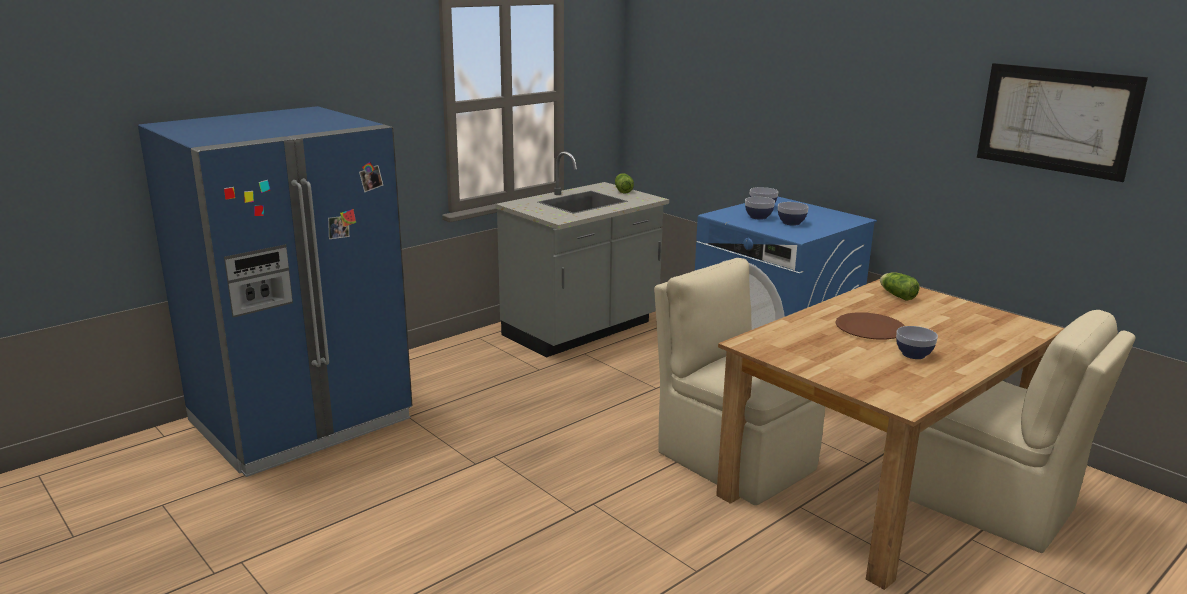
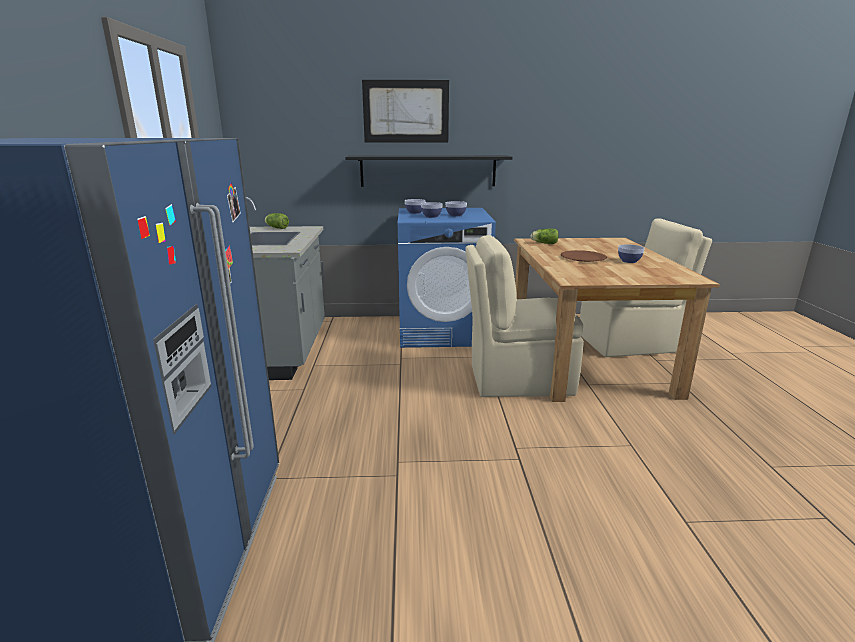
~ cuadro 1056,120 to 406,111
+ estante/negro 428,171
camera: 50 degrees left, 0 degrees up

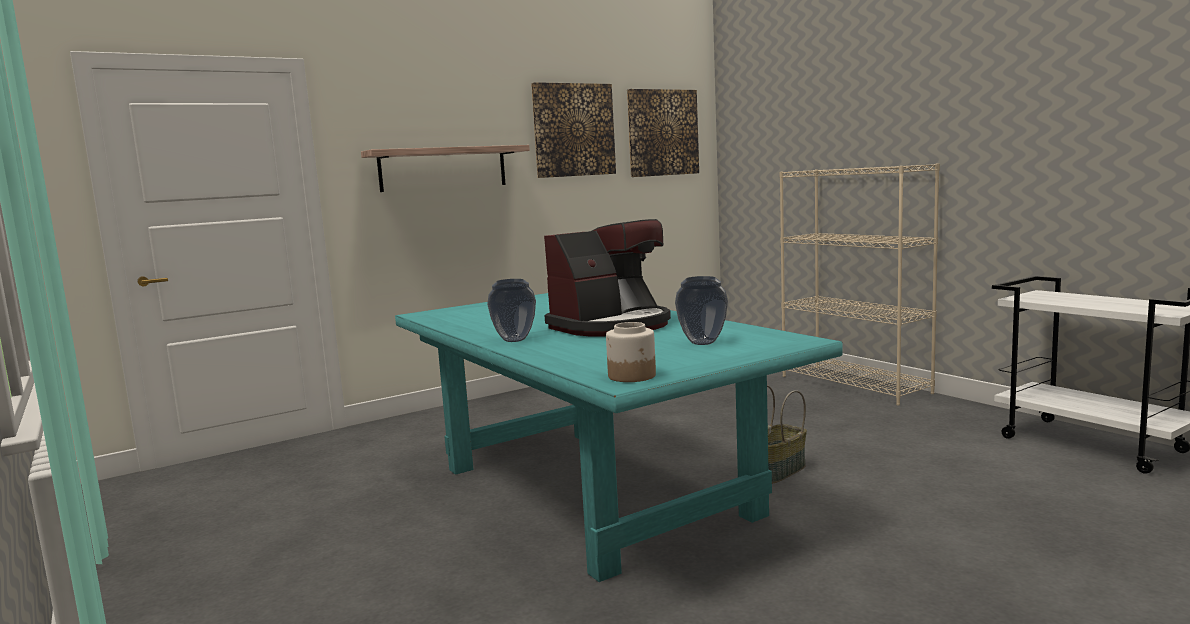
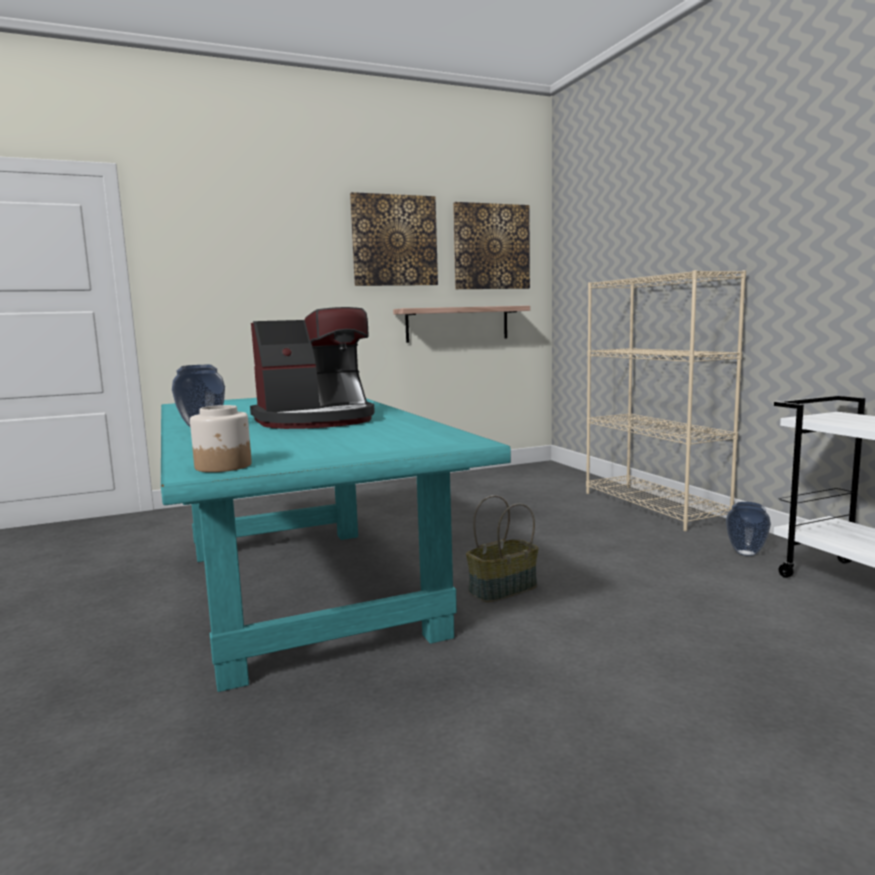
~ estante 443,168 to 457,324
~ florero 701,342 to 745,553
camera: 10 degrees right, 0 degrees up

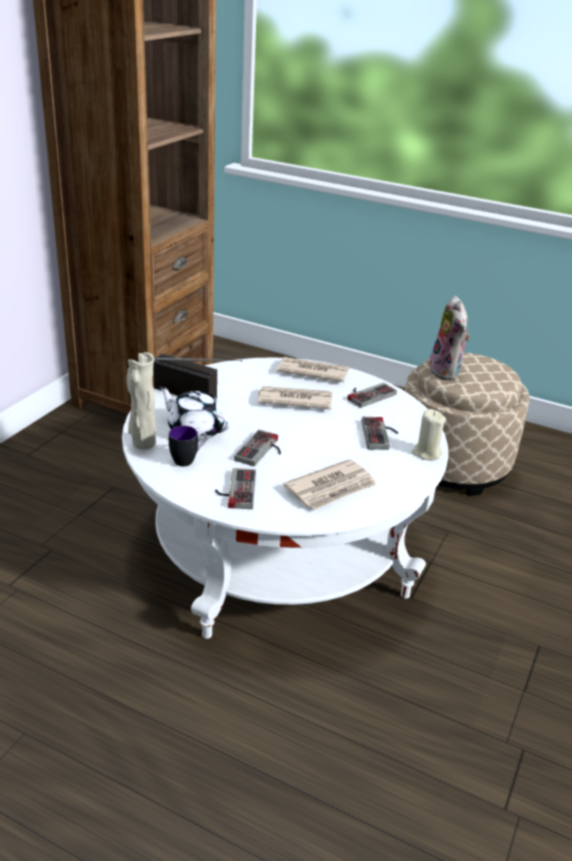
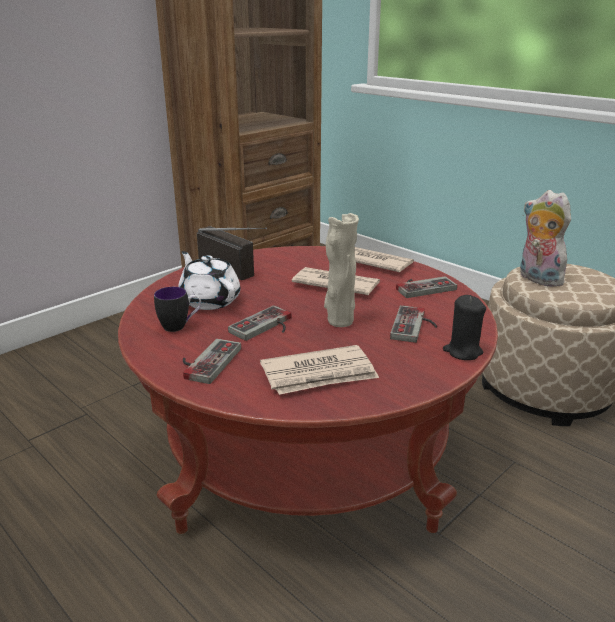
~ mesa de centro/blanco 278,548 to mesa de centro/rojo 307,448
~ florero/beis 143,444 to 339,321
~ vela/beis 426,453 to vela/negro 462,351
~ peluche 447,372 = 537,279 135 degrees clockwise
camera: 20 degrees right, 5 degrees down

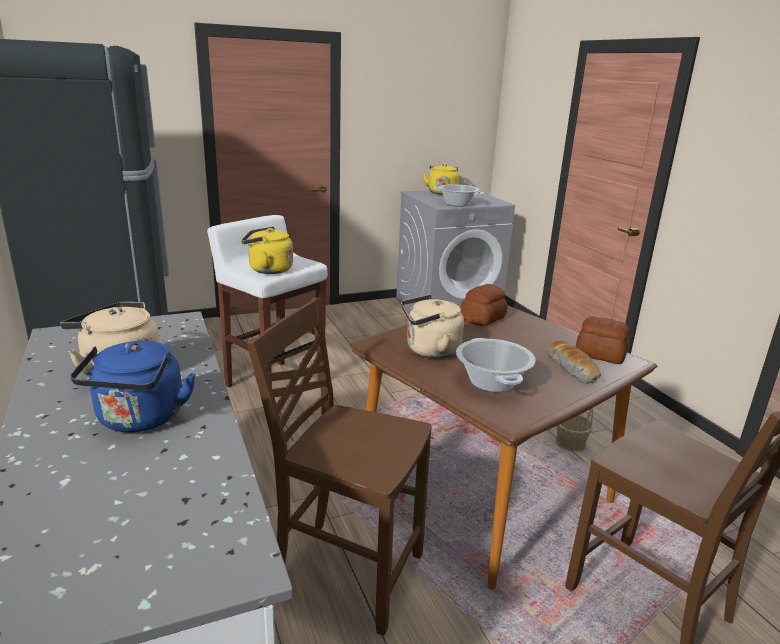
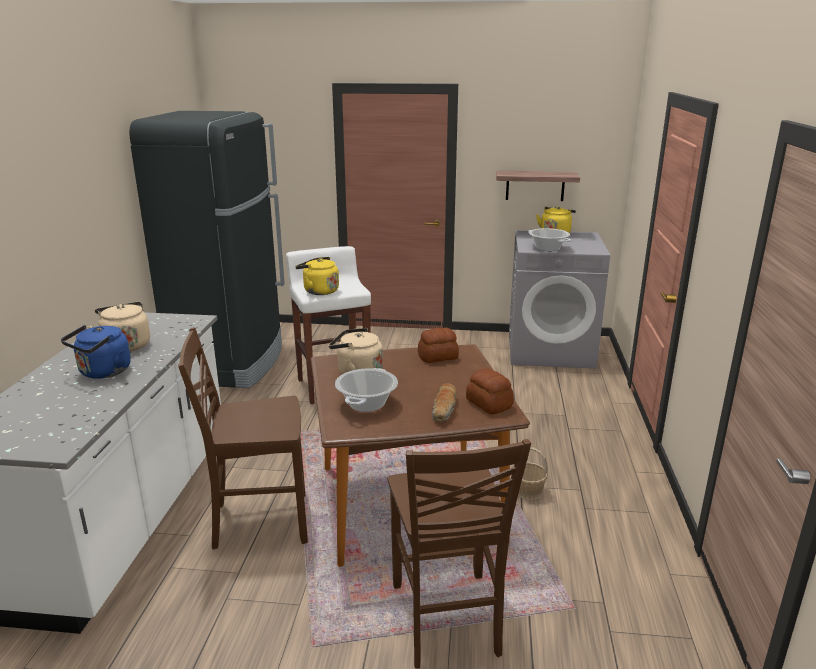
~ silla/marrón 346,570 = 258,521 60 degrees counterclockwise
+ estante 535,185
camera: 30 degrees right, 0 degrees up

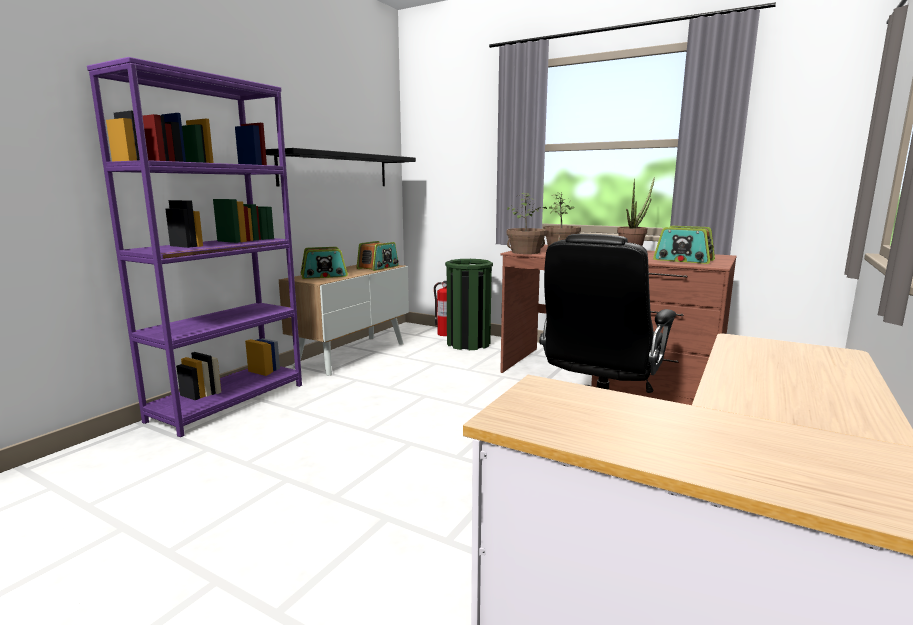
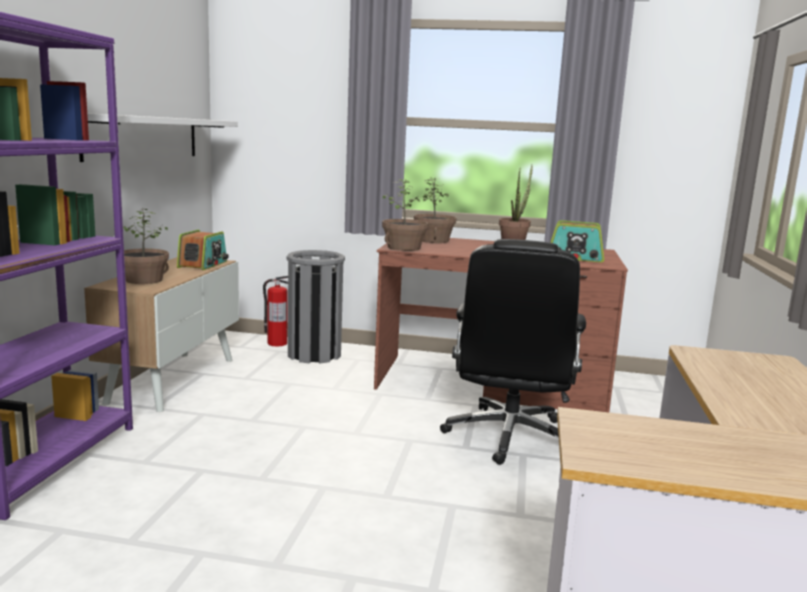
~ estante/negro 336,170 to estante/blanco 144,137
~ radio 324,276 to planta en maceta 144,280
~ papelera/verde 468,343 to papelera/gris 314,354
camera: 20 degrees left, 0 degrees up

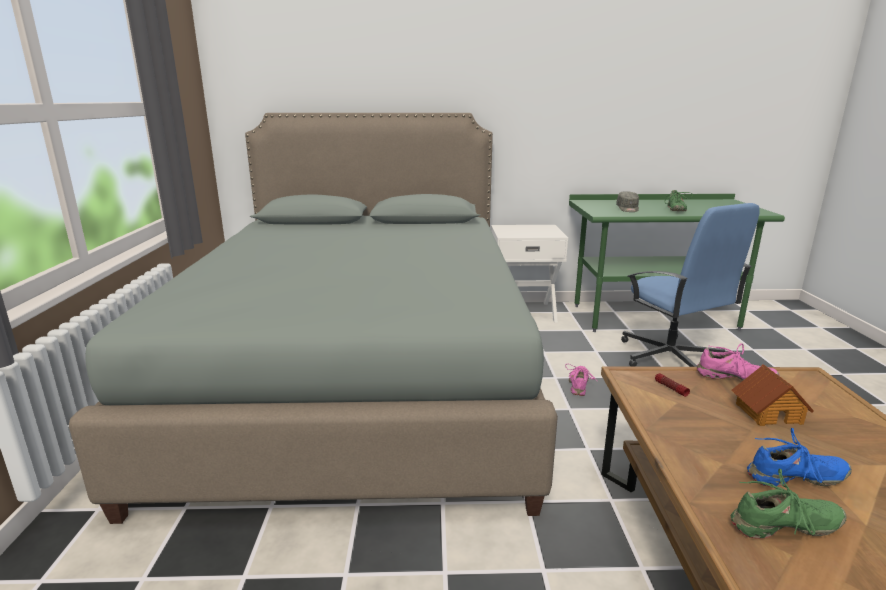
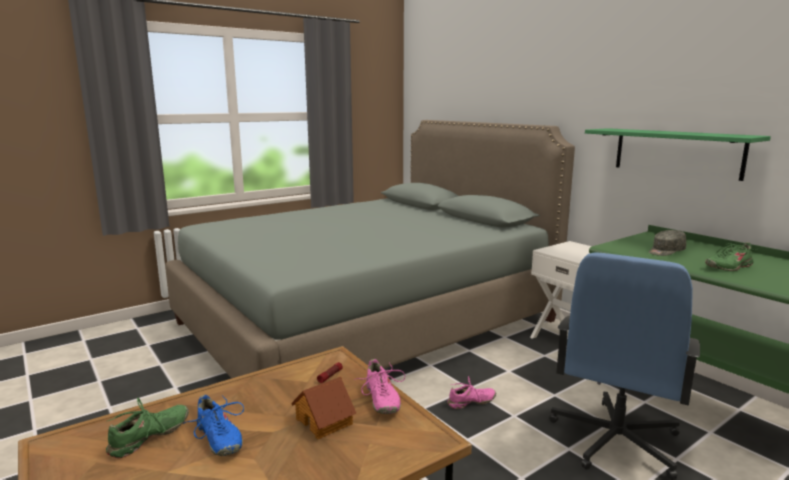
~ zapato/verde 785,526 = 150,437 105 degrees counterclockwise
+ estante/verde 677,152
camera: 55 degrees right, 5 degrees down

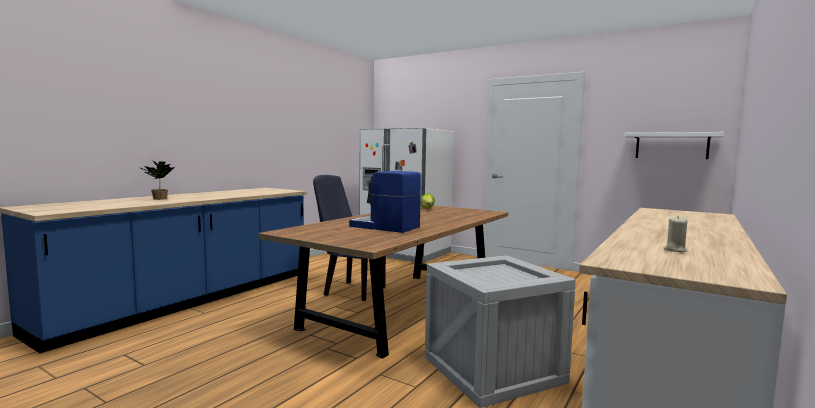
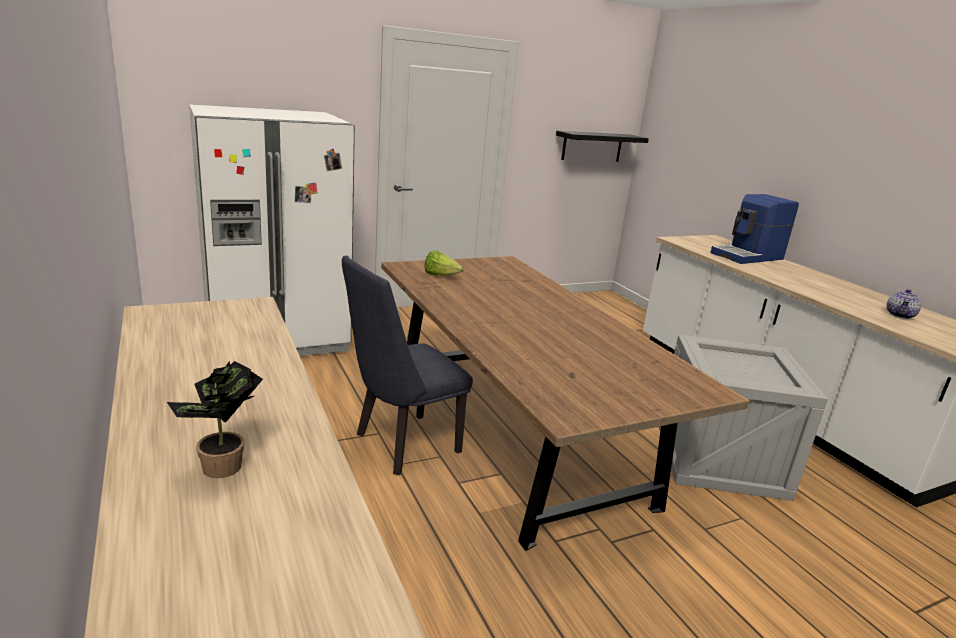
~ cafetera 385,227 to 748,256
~ estante/blanco 671,146 to estante/negro 592,146
~ vela/beis 674,250 to tetera 900,315
camera: 60 degrees left, 15 degrees up

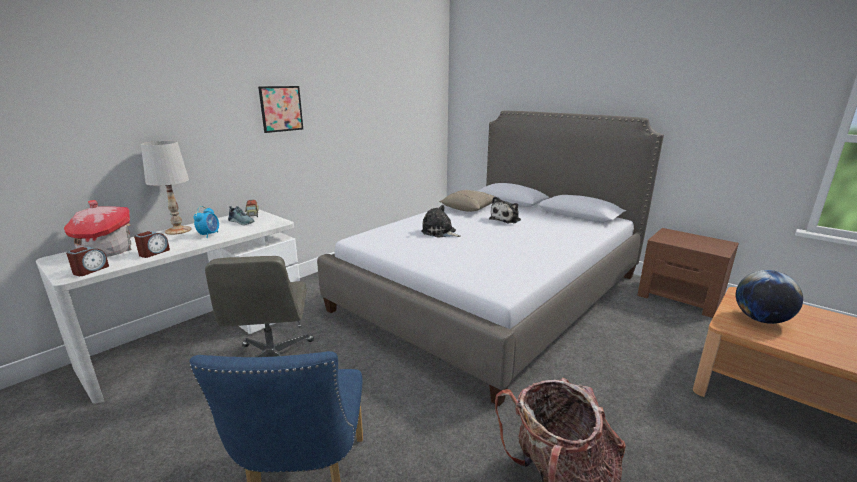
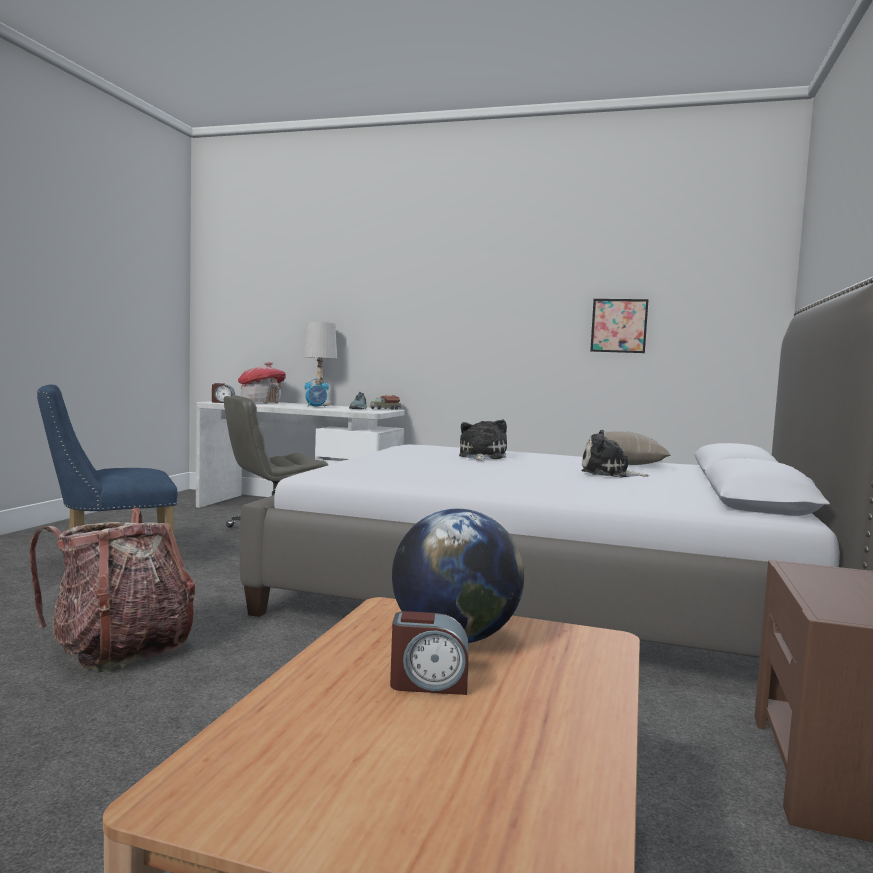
~ despertador 154,253 to 429,683
~ cuadro 281,109 to 619,325
camera: 65 degrees right, 15 degrees down

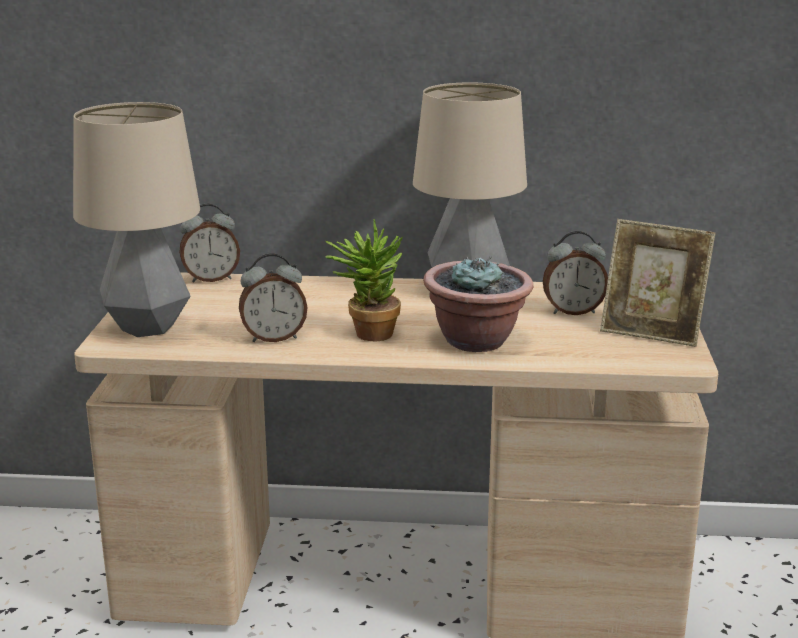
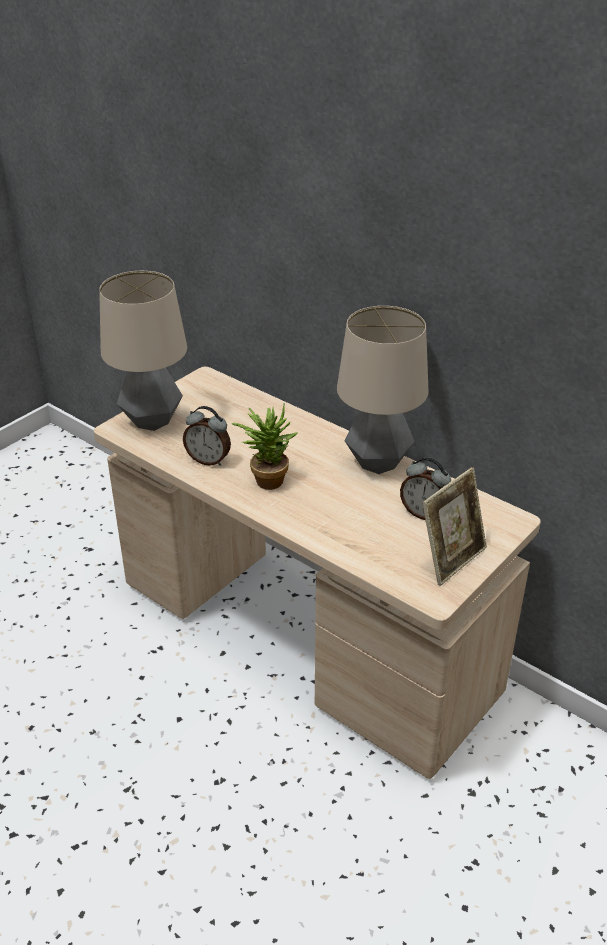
- despertador 211,279
- planta en maceta 476,341
~ portarretratos 652,333 = 451,559 105 degrees counterclockwise
camera: 35 degrees right, 15 degrees up

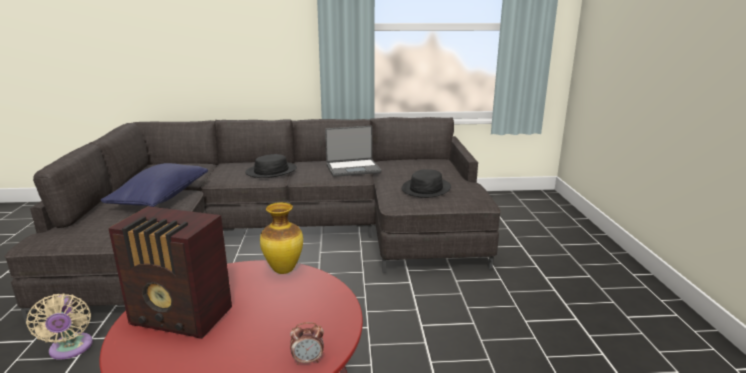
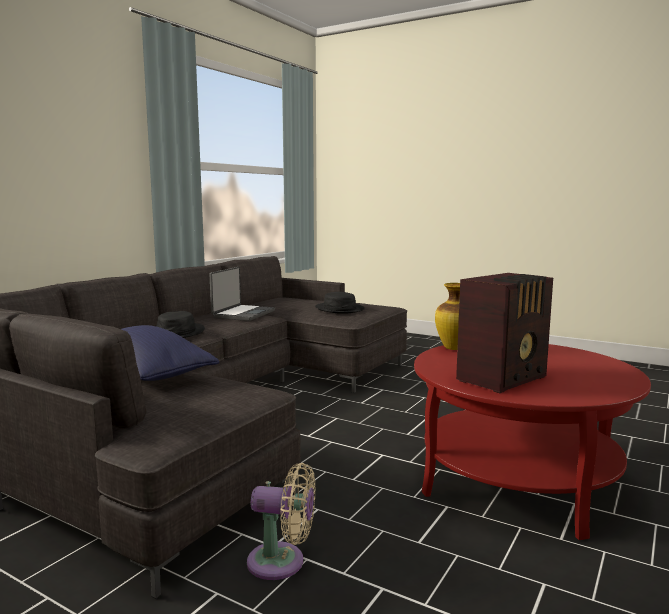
- despertador 308,360
camera: 55 degrees left, 10 degrees down

